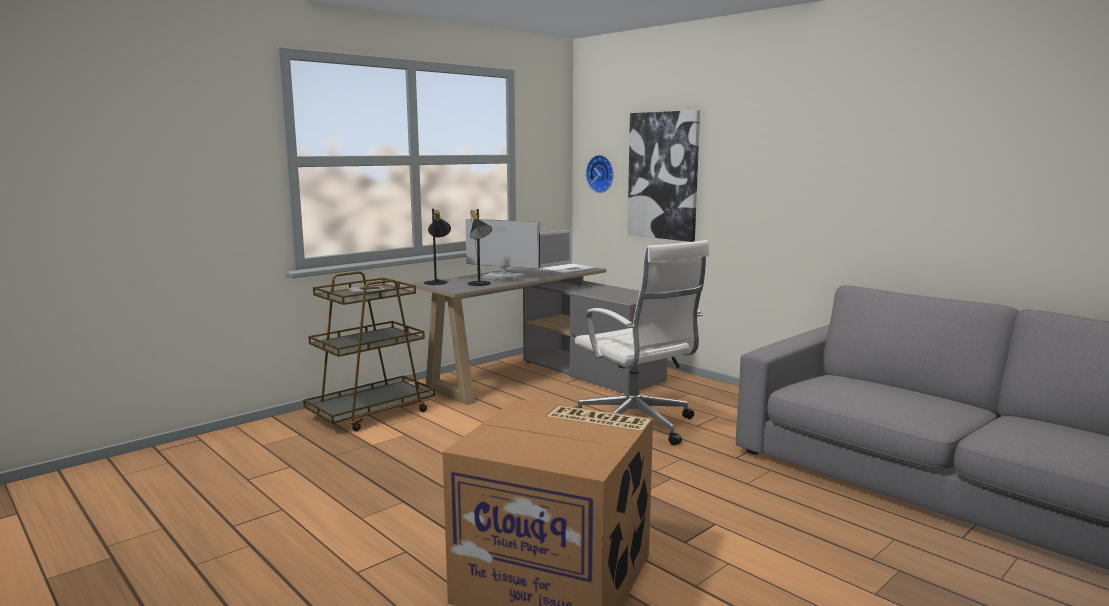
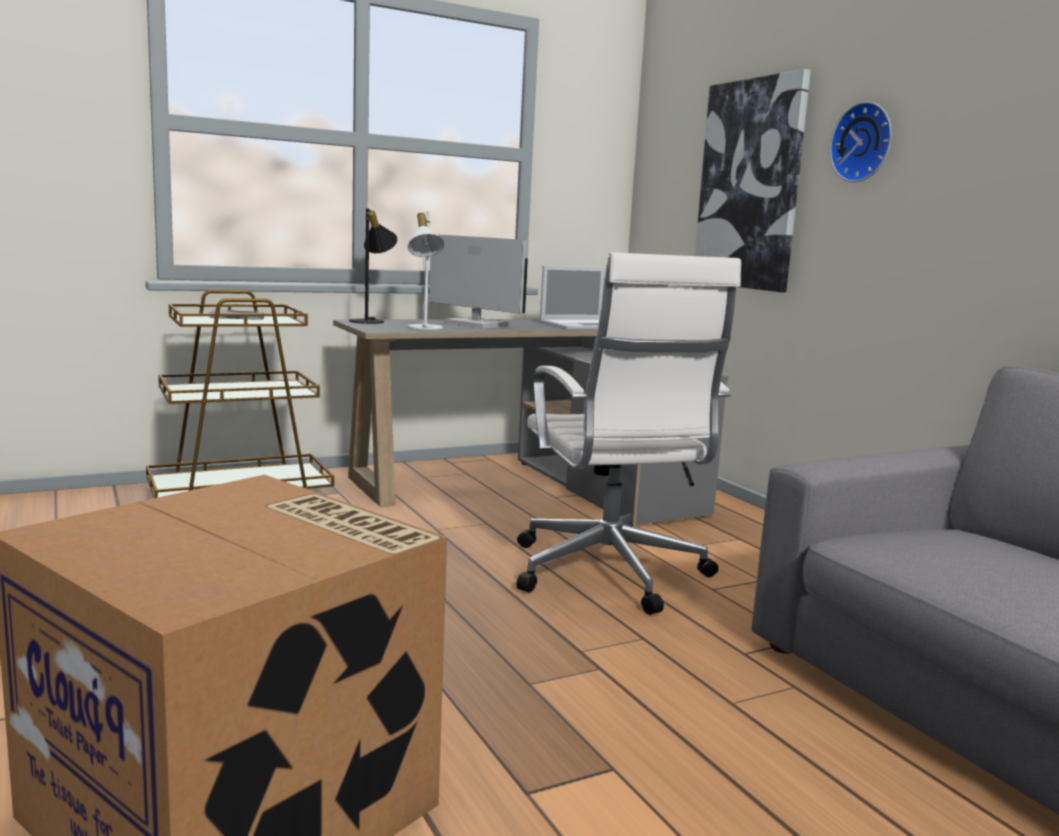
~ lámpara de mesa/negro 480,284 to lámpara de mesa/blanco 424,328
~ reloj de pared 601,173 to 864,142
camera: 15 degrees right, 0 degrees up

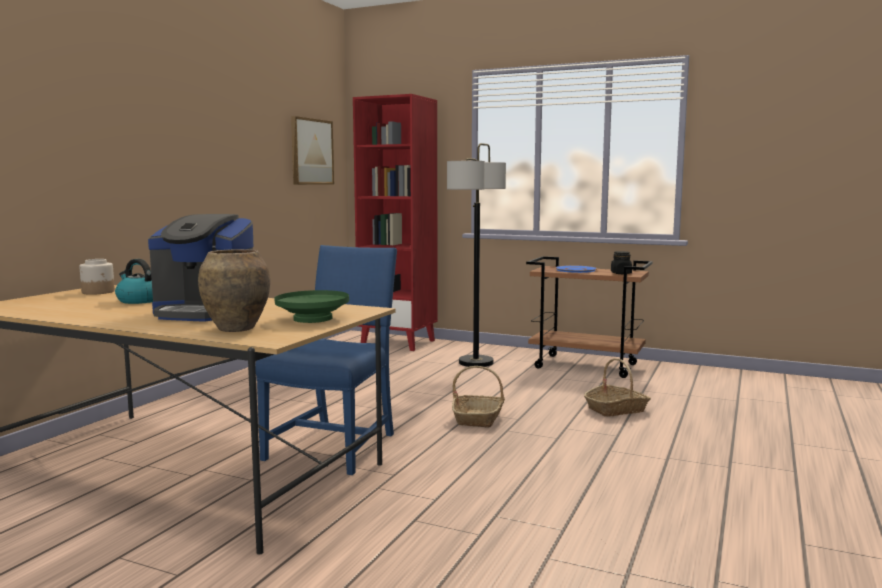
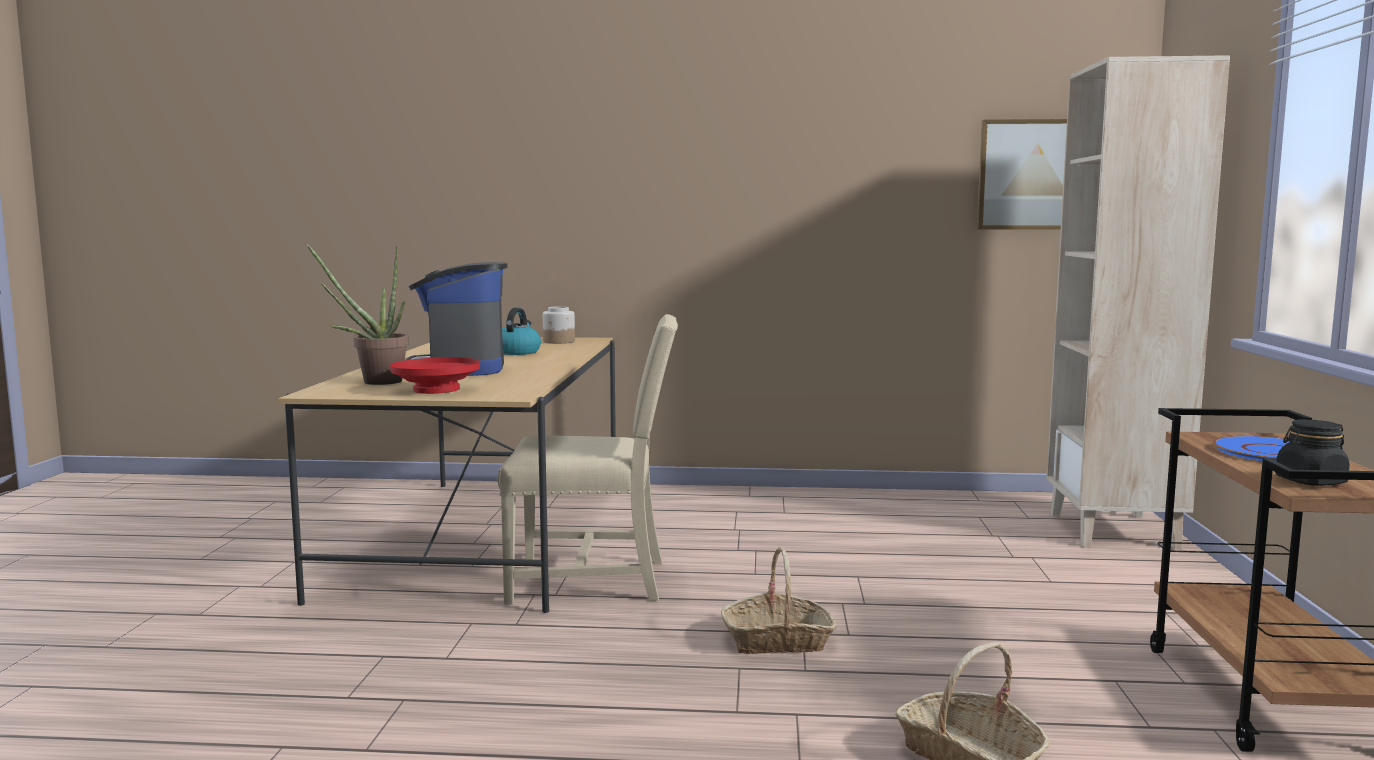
~ florero/marrón 235,329 to planta en maceta 374,382
~ silla/azul 335,445 to silla/beis 594,580
~ cuenco/verde 312,319 to cuenco/rojo 436,390
~ estantería/rojo 398,343 to estantería/beis 1114,530
- lámpara de pie 475,362
camera: 70 degrees right, 0 degrees up

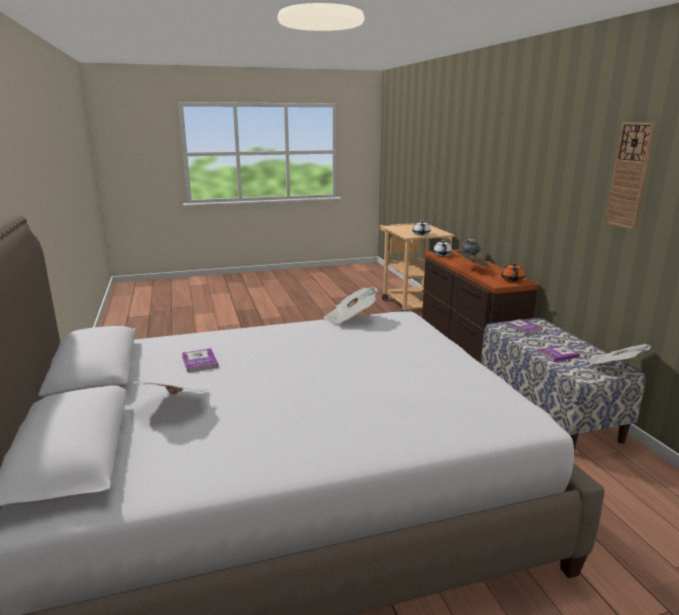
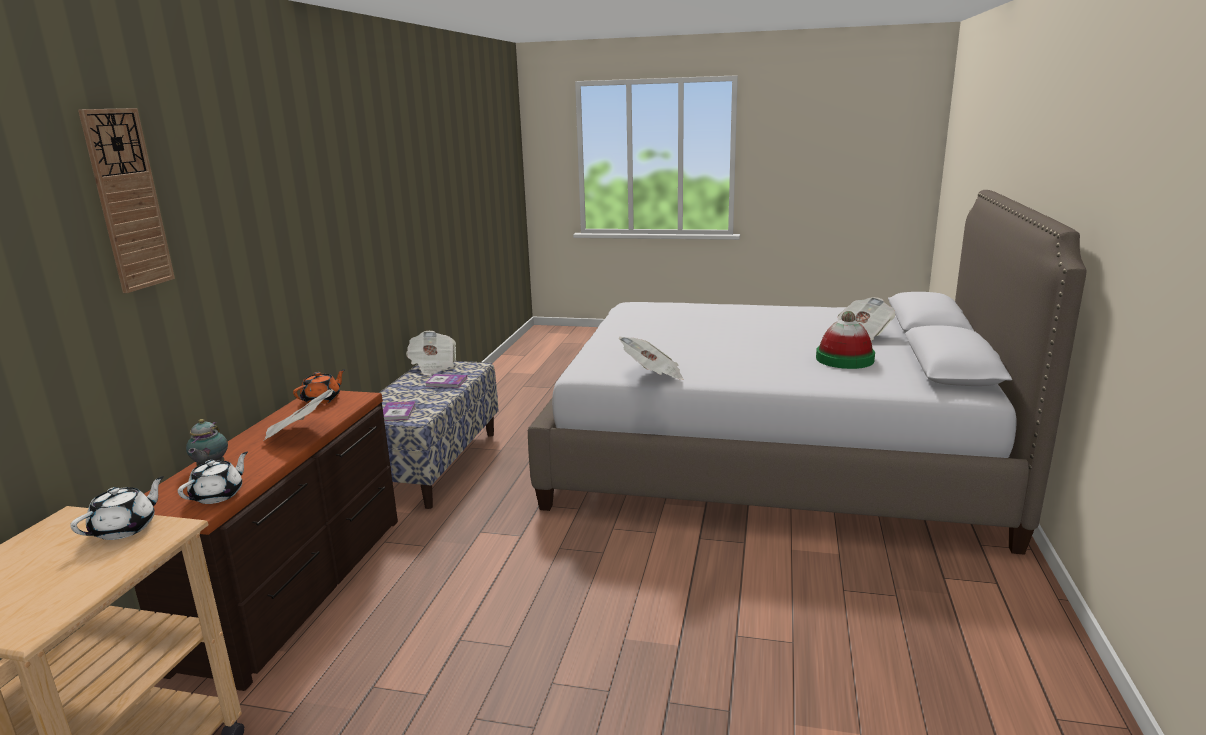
~ libro 199,361 to sombrero 844,359
~ reloj de pared 630,175 to 127,200
camera: 150 degrees left, 0 degrees up

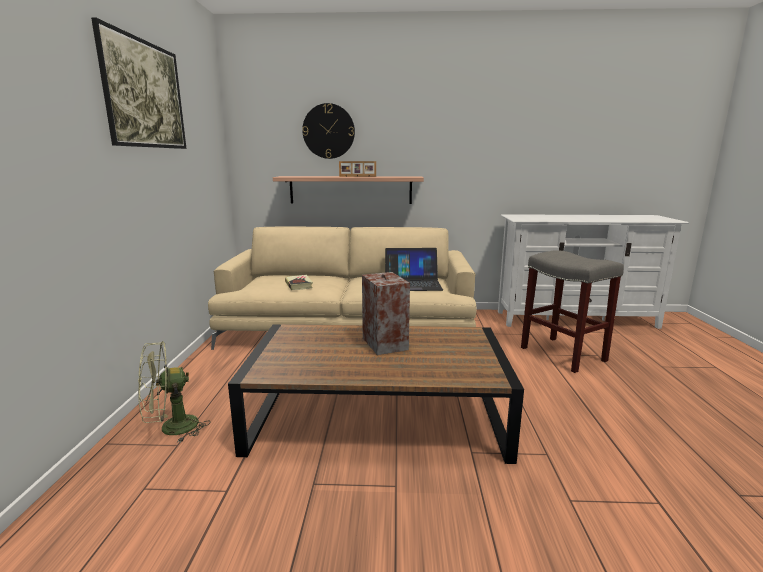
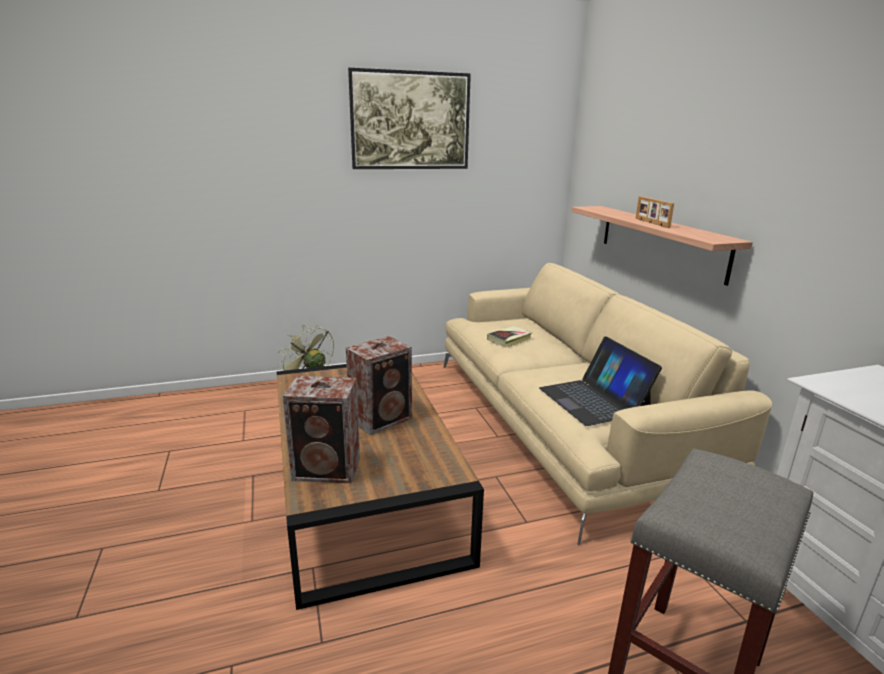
- reloj de pared 328,131
+ altavoz 328,469
camera: 70 degrees right, 5 degrees up

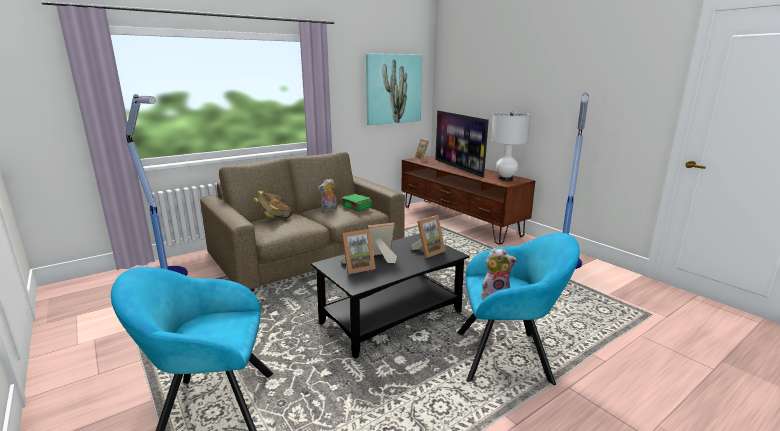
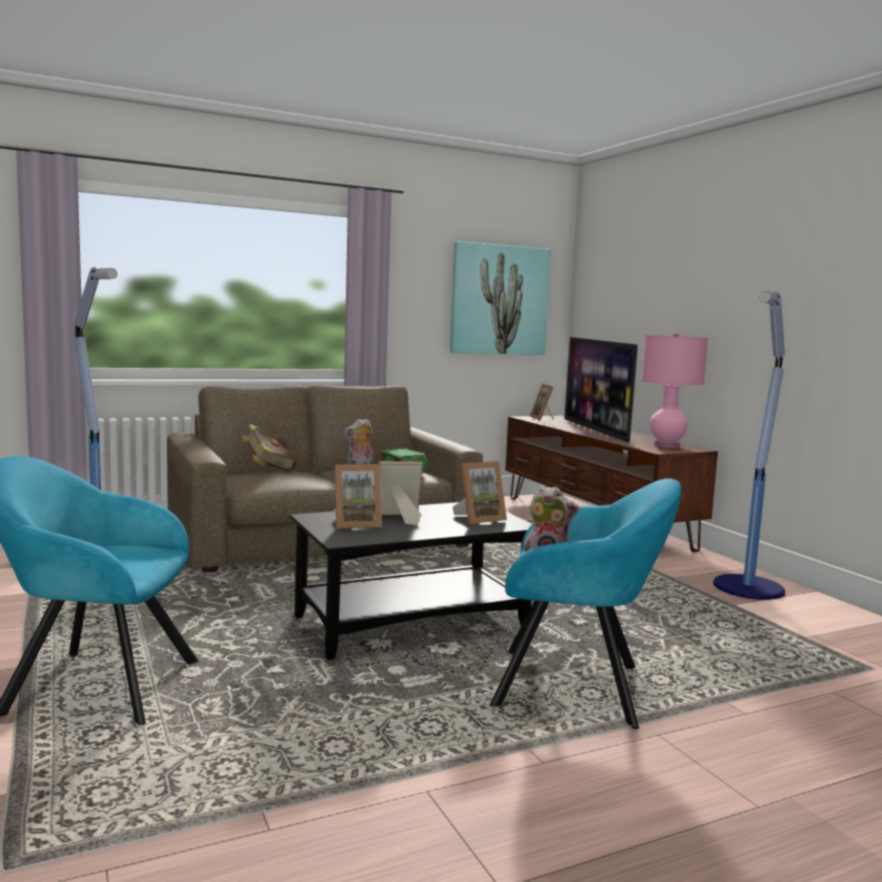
~ lámpara de mesa/blanco 505,178 to lámpara de mesa/rosa 666,446
camera: 10 degrees right, 10 degrees down

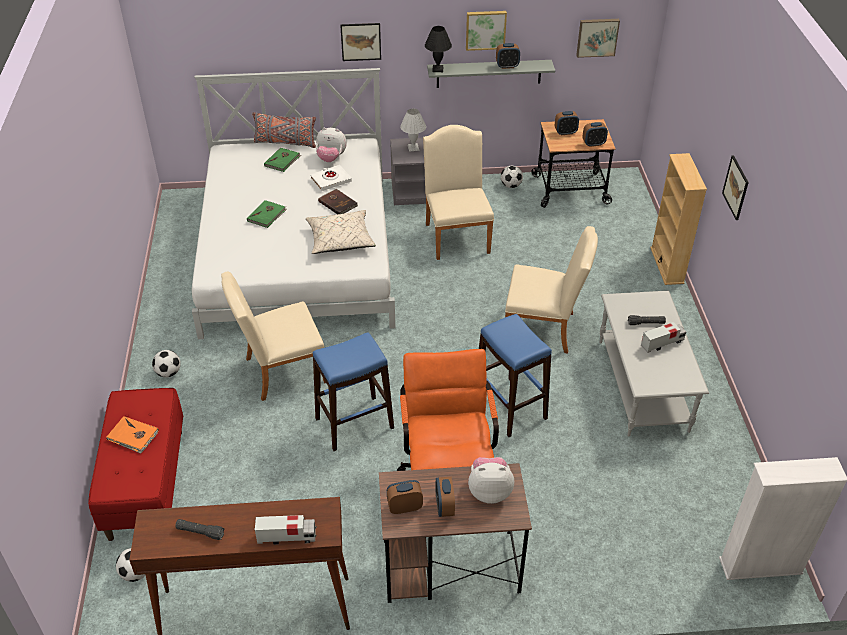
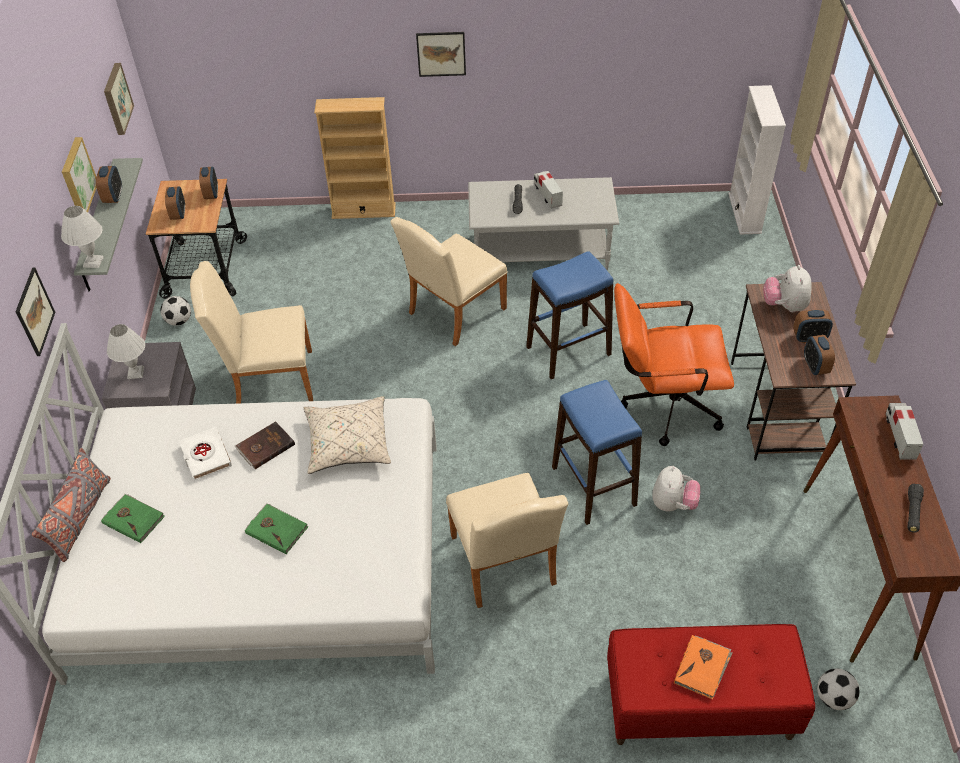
- balón de fútbol 168,373
~ peluche 331,158 to 673,504
~ lámpara de mesa/negro 438,69 to lámpara de mesa/blanco 93,262
~ silla/beis 544,329 = 452,314 150 degrees counterclockwise
camera: 85 degrees left, 5 degrees up

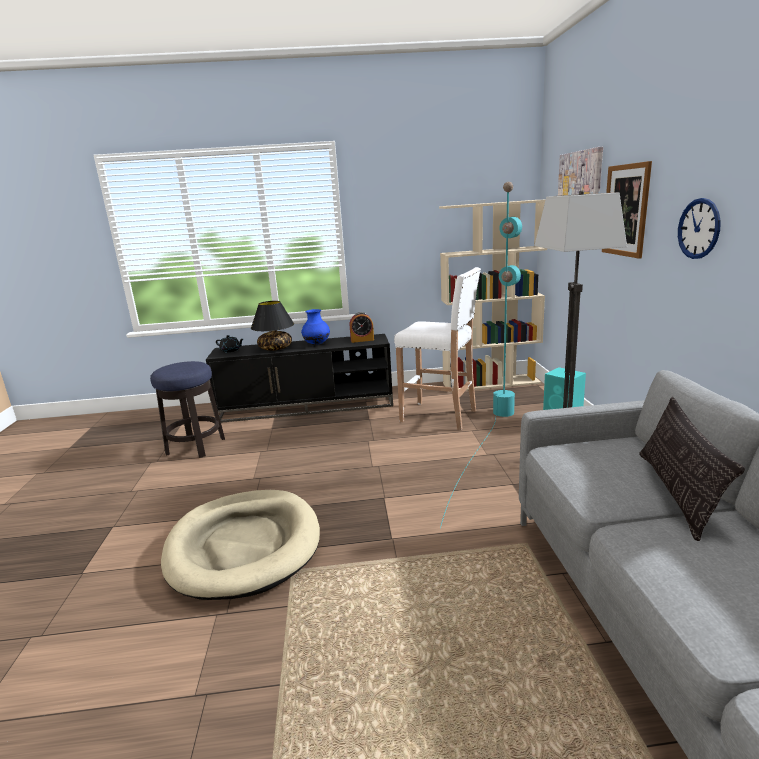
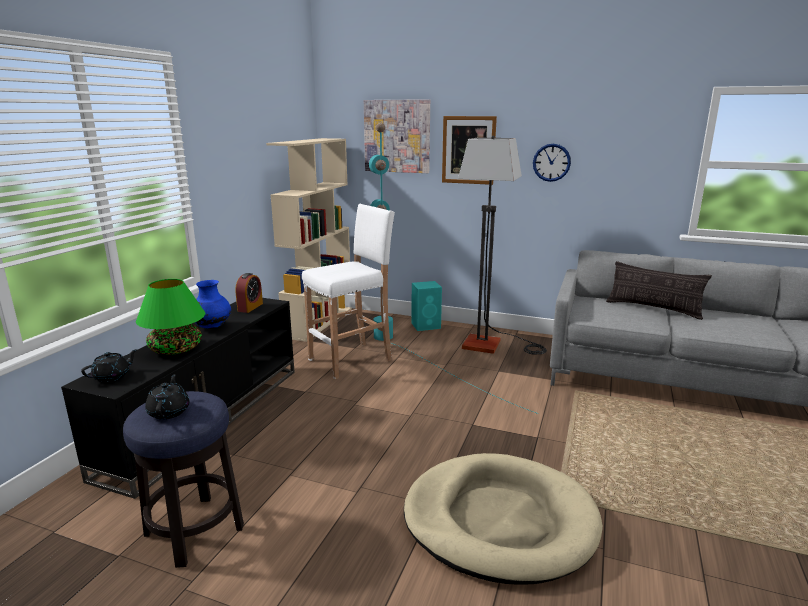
~ lámpara de mesa/negro 275,348 to lámpara de mesa/verde 175,349
+ tetera/negro 169,411
camera: 65 degrees left, 0 degrees up

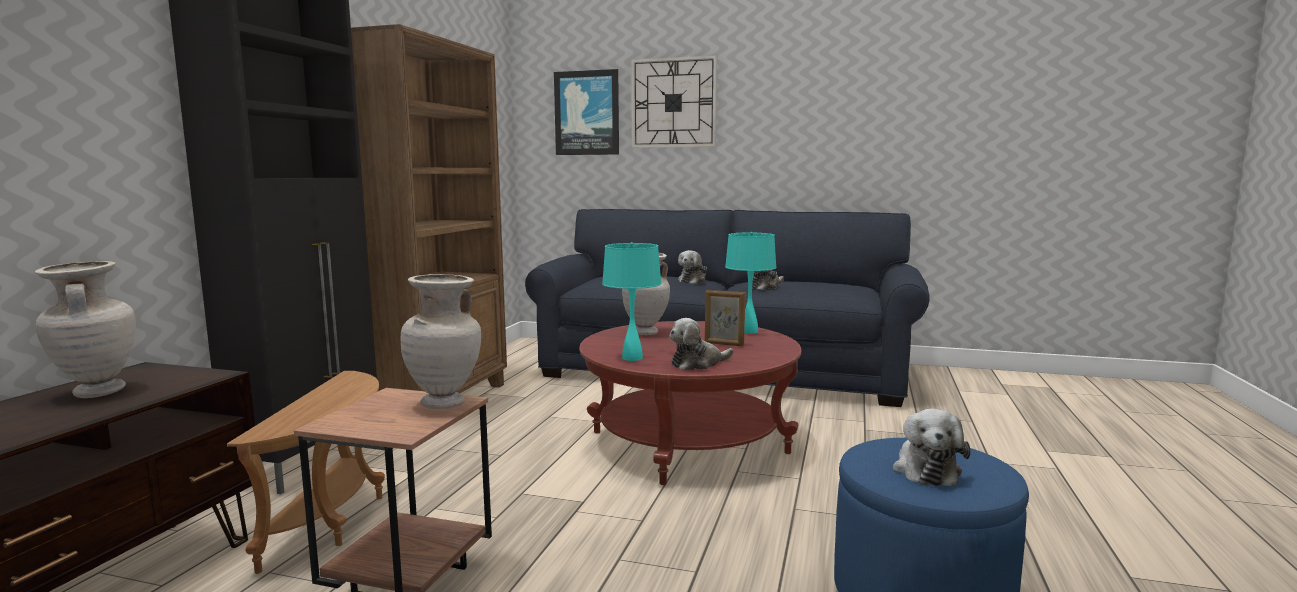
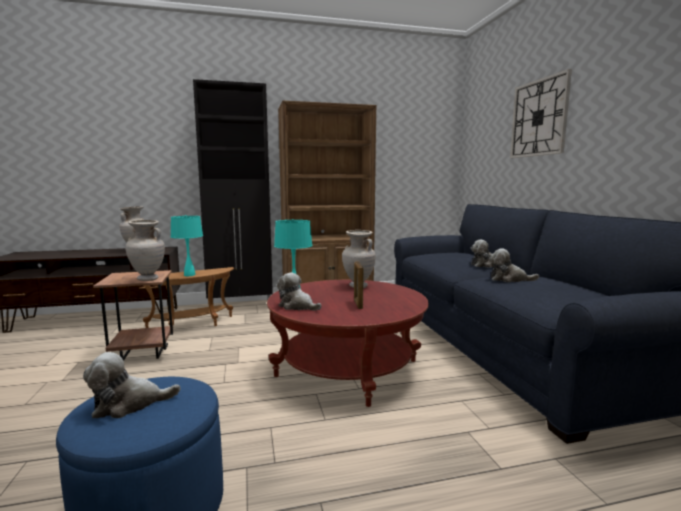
- cuadro 587,113
~ lámpara de mesa/turquesa 749,331 to 189,275
camera: 60 degrees right, 0 degrees up

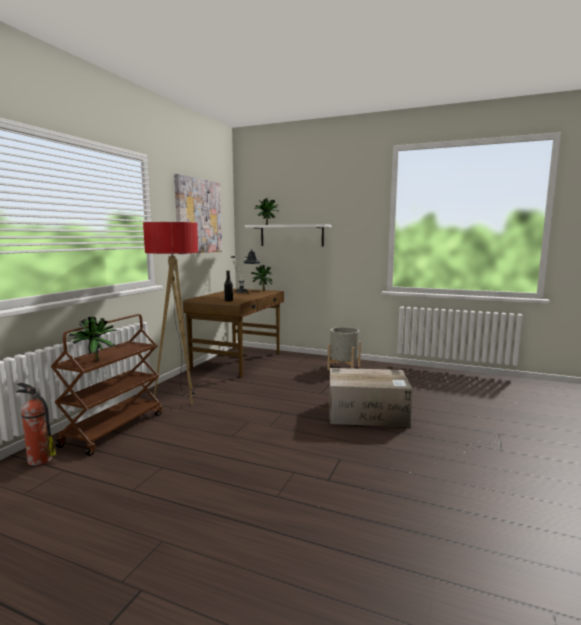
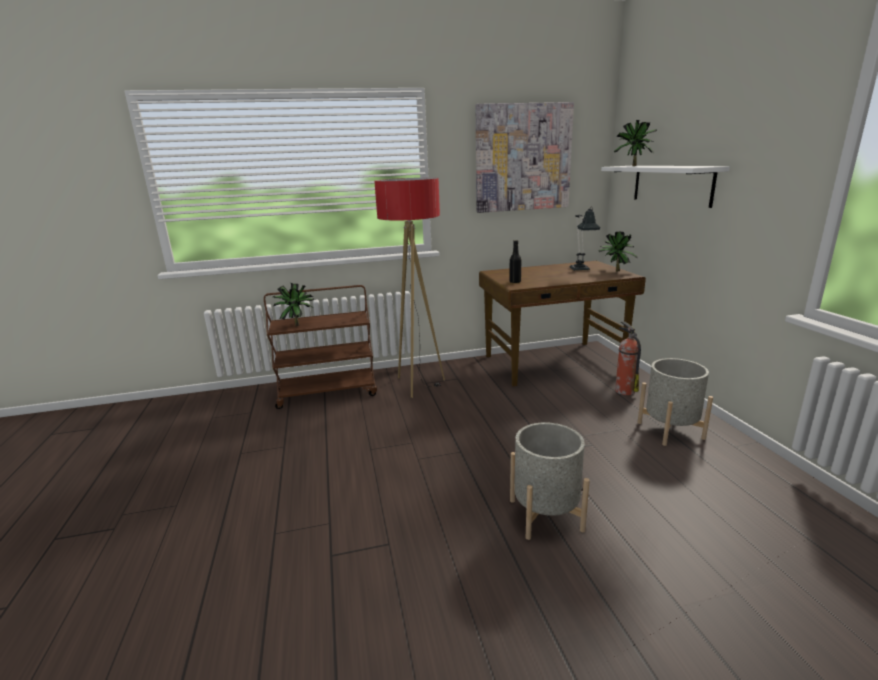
~ extintor 39,459 to 624,390
~ caja de cartón 368,413 to maceta/gris 545,515
camera: 55 degrees right, 10 degrees up

